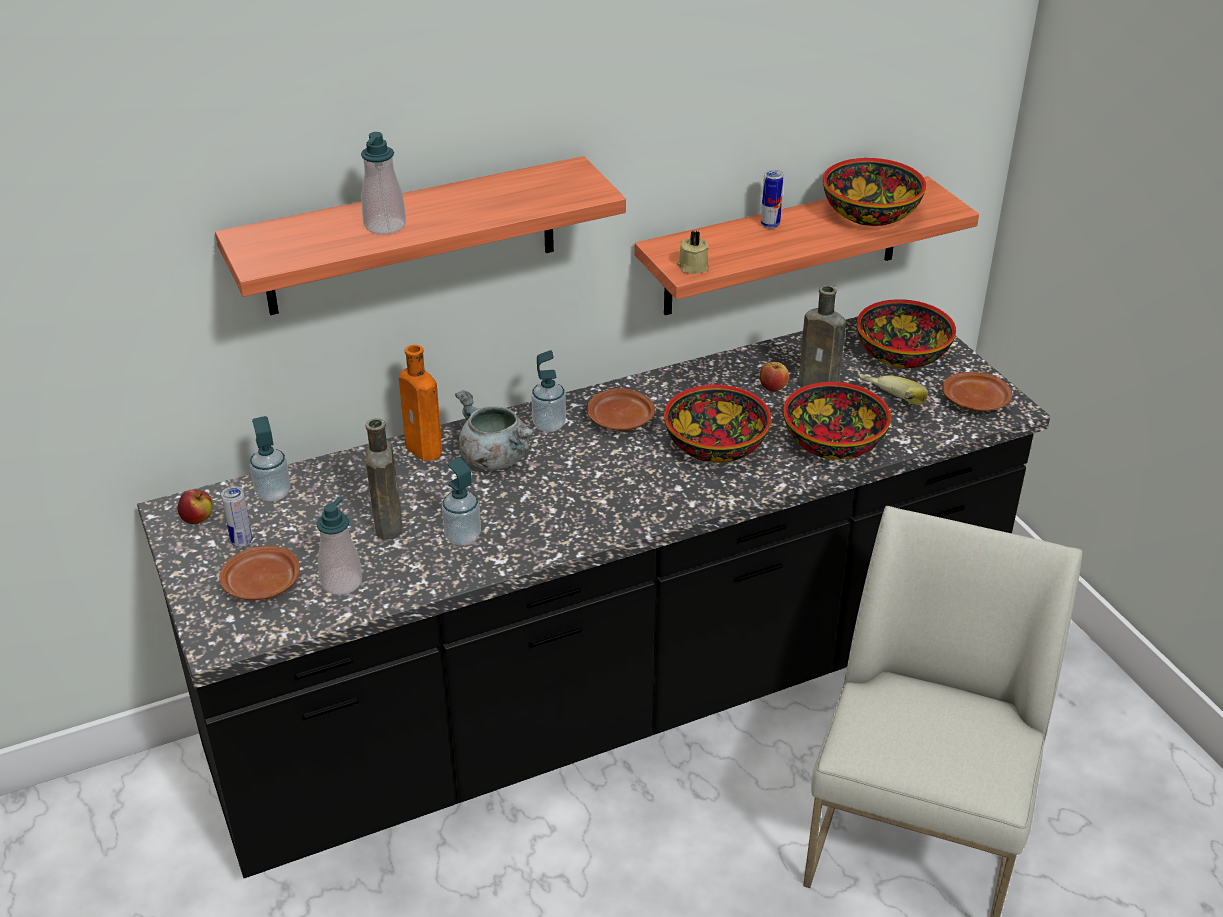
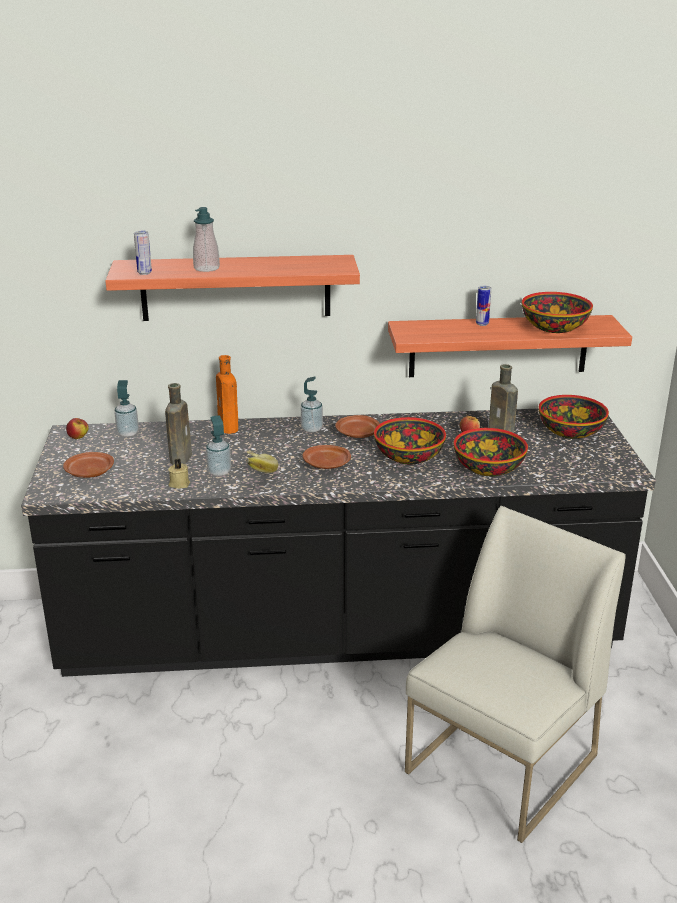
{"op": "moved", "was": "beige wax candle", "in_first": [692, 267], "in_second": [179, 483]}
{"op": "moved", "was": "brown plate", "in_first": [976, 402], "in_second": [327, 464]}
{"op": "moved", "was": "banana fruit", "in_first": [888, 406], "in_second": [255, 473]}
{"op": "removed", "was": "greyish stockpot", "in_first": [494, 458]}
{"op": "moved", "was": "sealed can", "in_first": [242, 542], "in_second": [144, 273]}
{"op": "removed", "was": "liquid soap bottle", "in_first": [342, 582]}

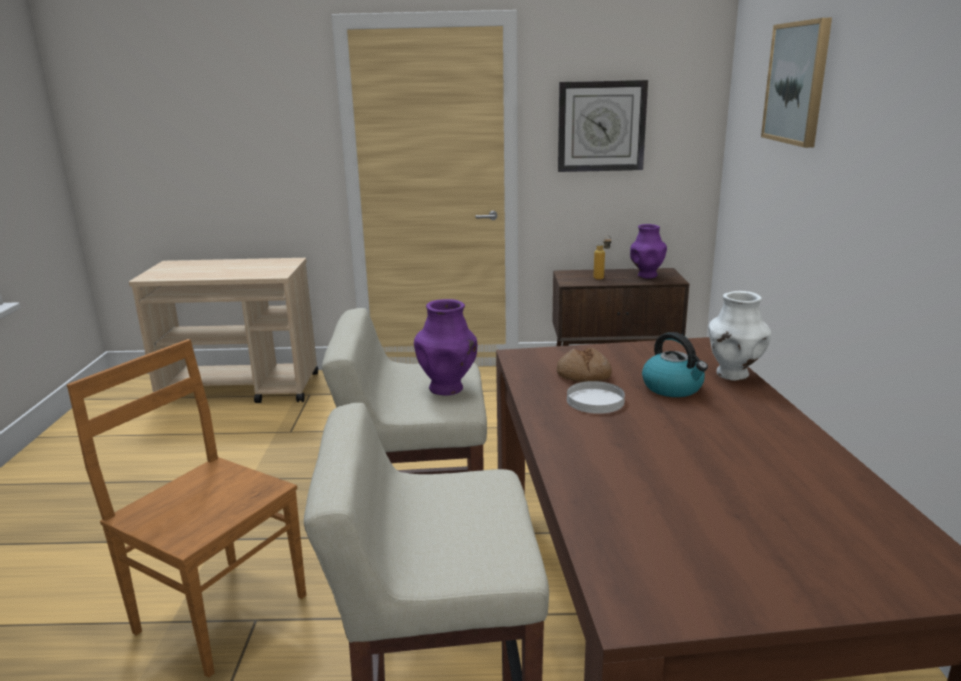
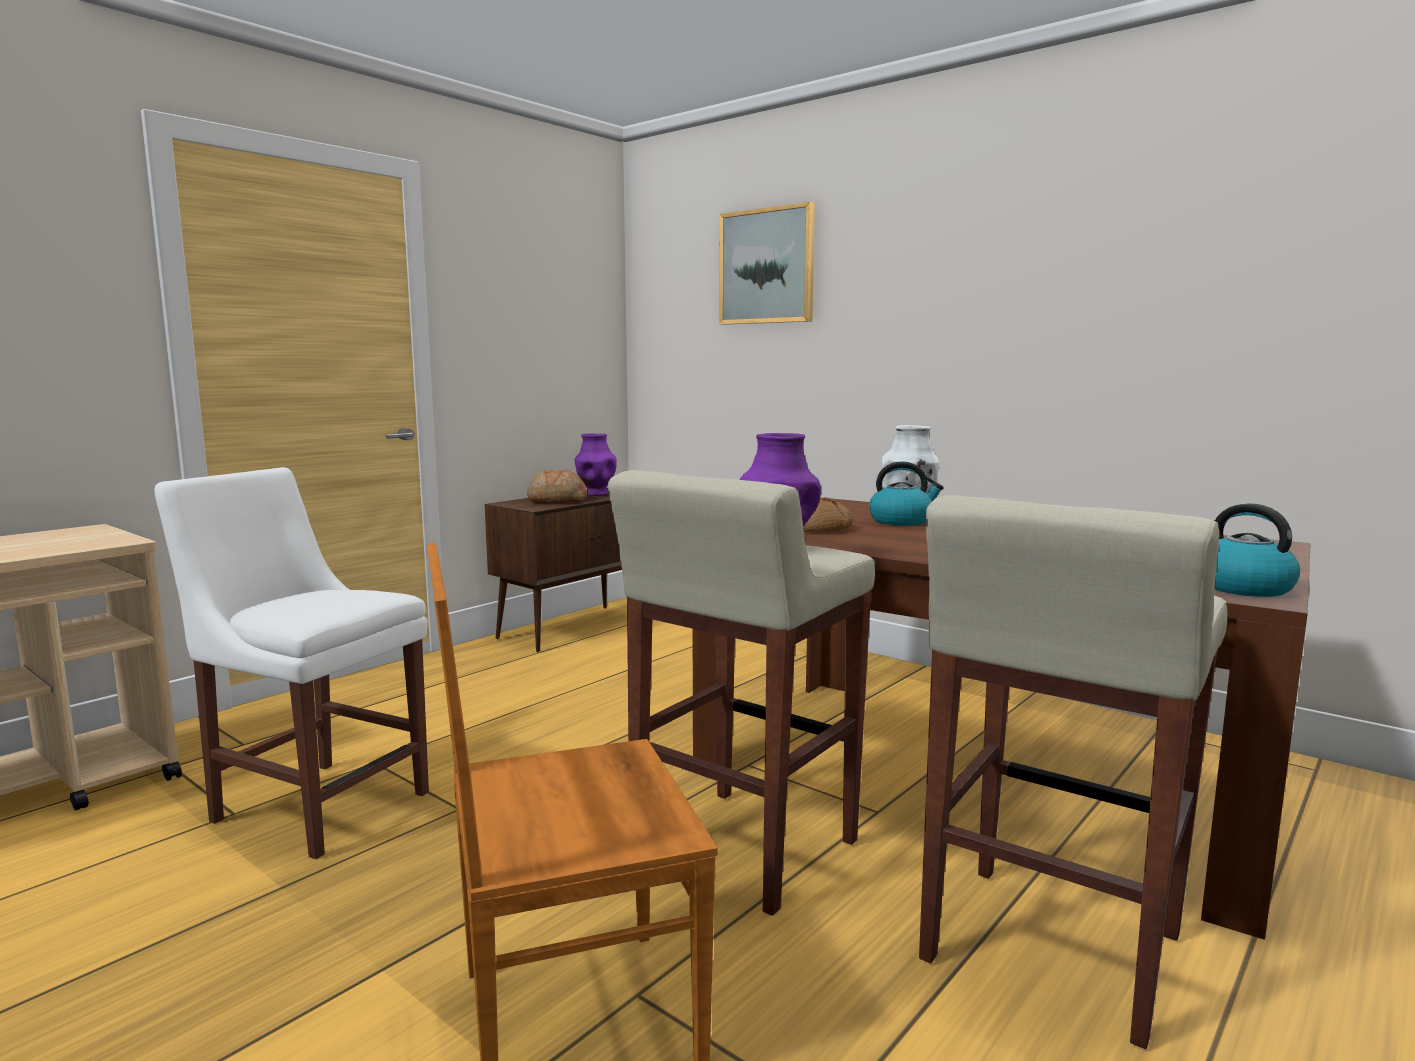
{"op": "removed", "was": "wall clock", "in_first": [601, 126]}
{"op": "replaced", "was": "beverage bottle", "now": "baked bread", "in_first": [602, 277], "in_second": [556, 501]}
{"op": "removed", "was": "white-coloured plate", "in_first": [595, 400]}
{"op": "added", "now": "white-coloured chair", "in_second": [315, 804]}
{"op": "added", "now": "tea kettle", "in_second": [1241, 587]}

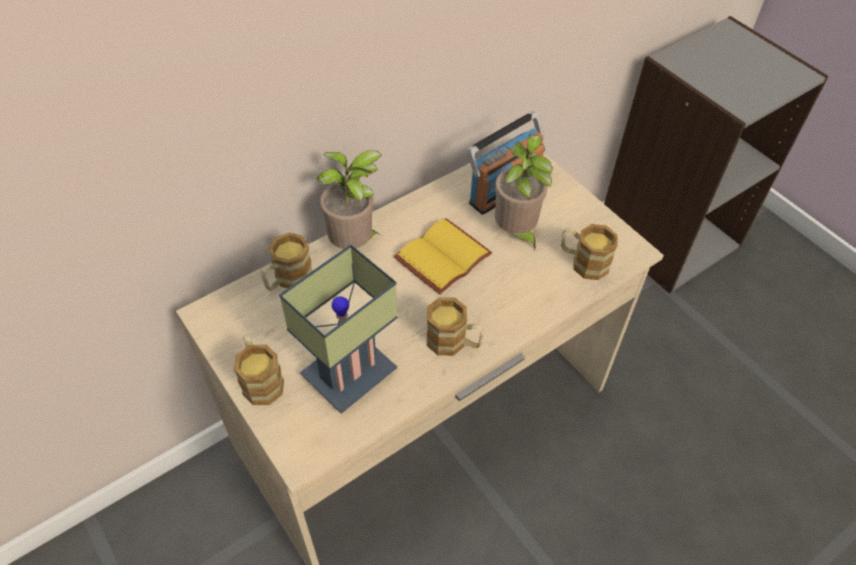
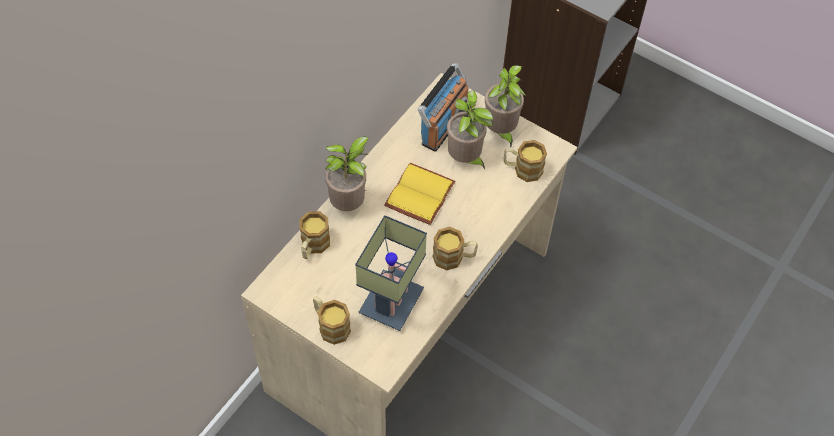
{"op": "added", "now": "houseplant", "in_second": [501, 131]}

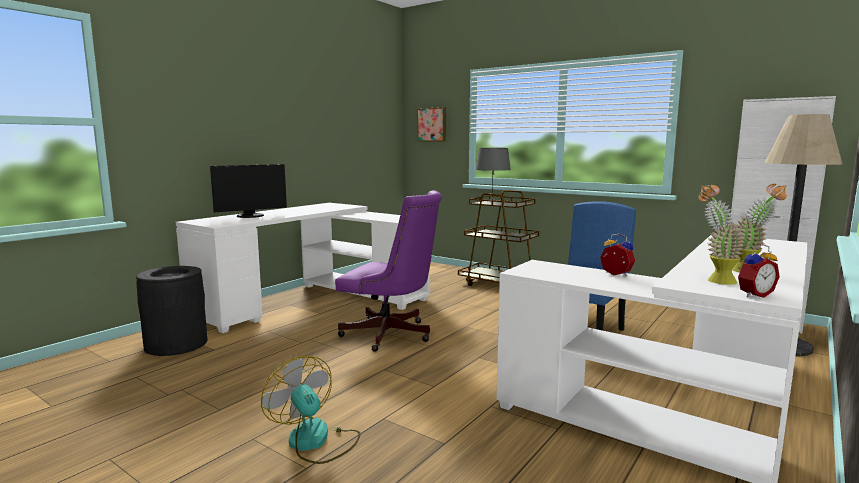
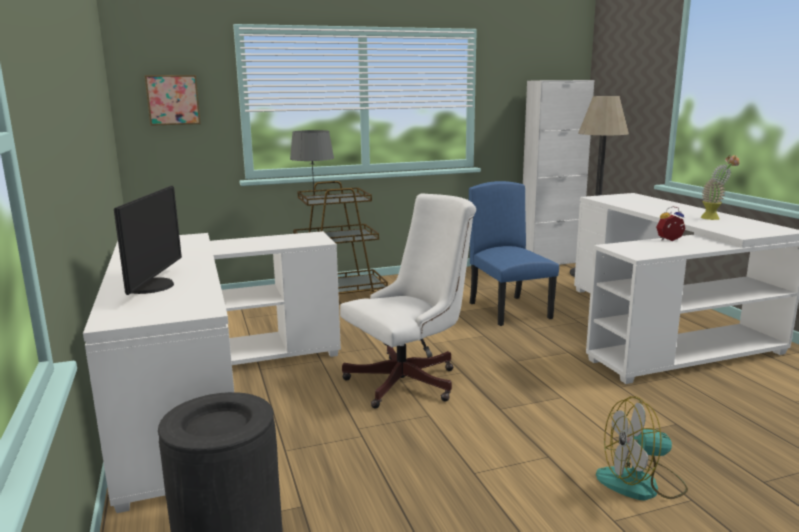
{"op": "removed", "was": "houseplant", "in_first": [714, 280]}
{"op": "recoloured", "was": "purple-coloured computer chair", "now": "white-coloured computer chair", "in_first": [392, 335], "in_second": [410, 381]}
{"op": "removed", "was": "table clock", "in_first": [753, 294]}

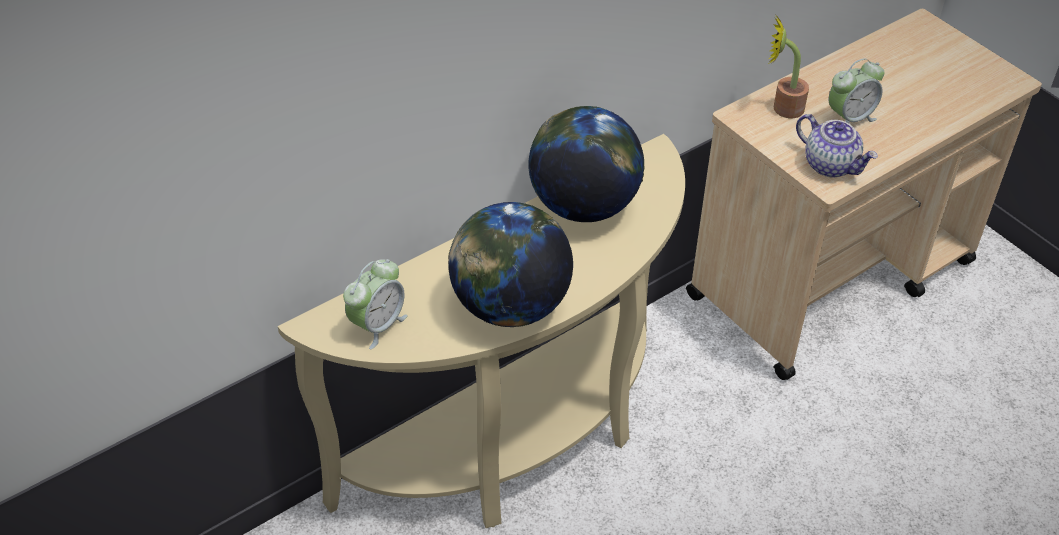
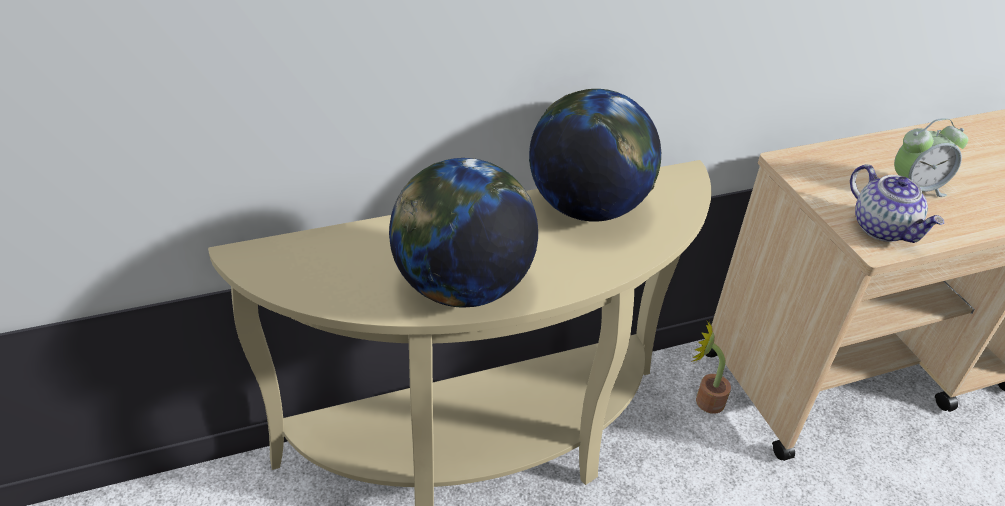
{"op": "moved", "was": "houseplant", "in_first": [781, 107], "in_second": [704, 399]}
{"op": "removed", "was": "table clock", "in_first": [377, 325]}

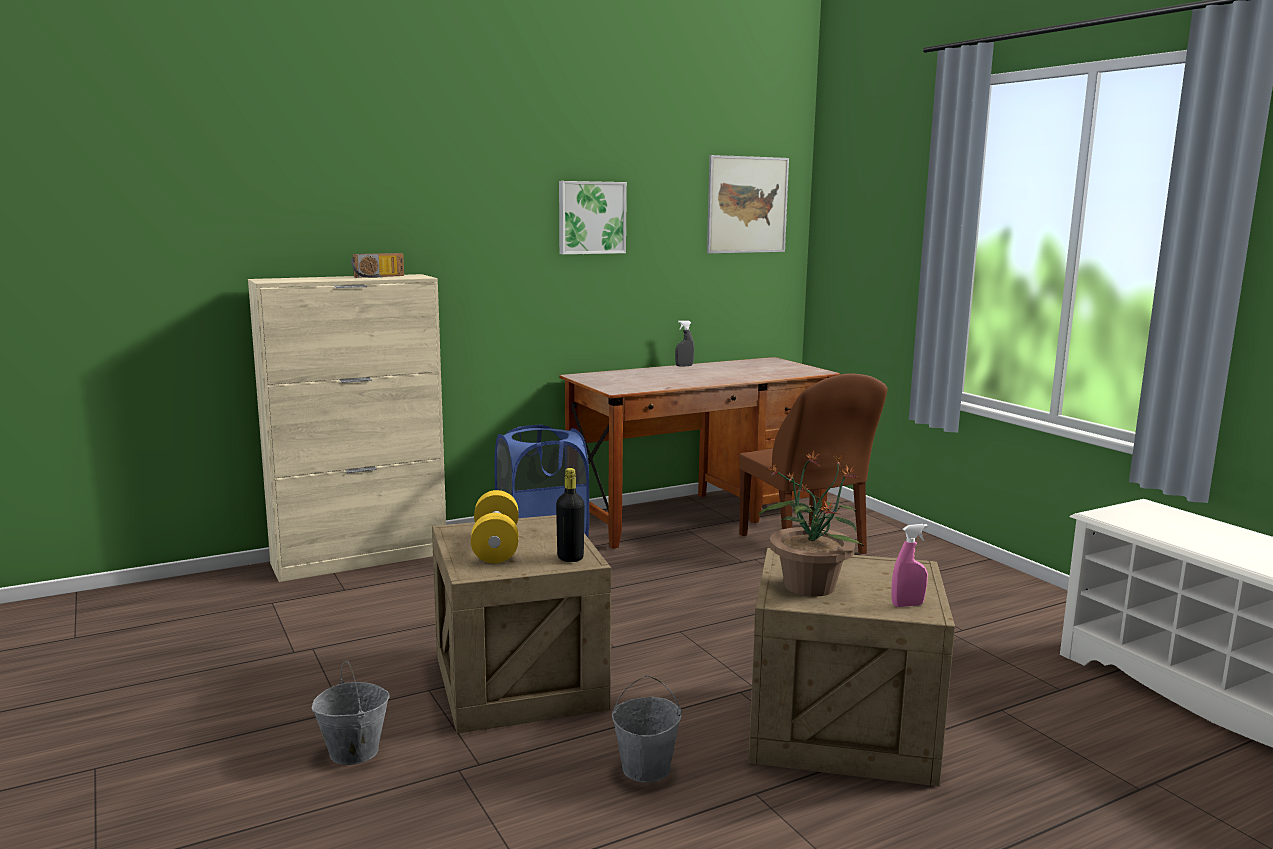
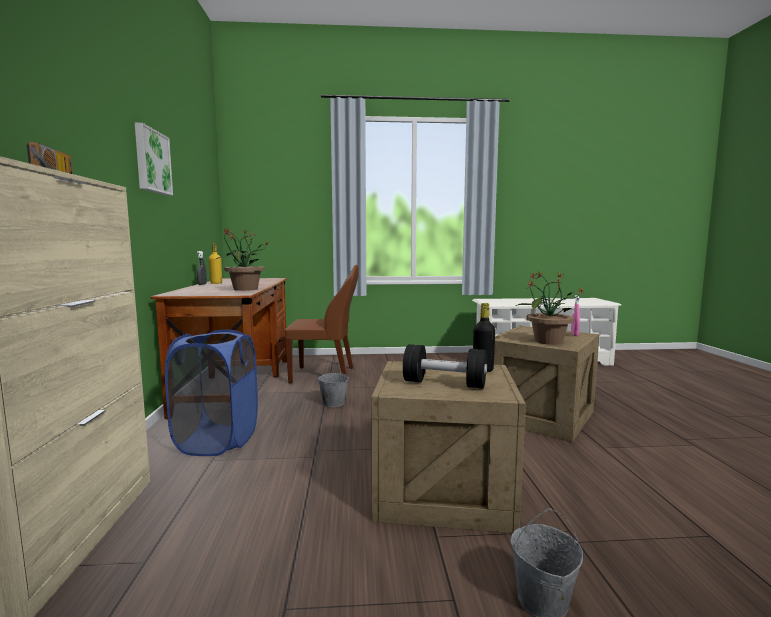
{"op": "removed", "was": "wall picture", "in_first": [747, 205]}
{"op": "recoloured", "was": "yellow-coloured hand weight", "now": "black hand weight", "in_first": [496, 546], "in_second": [444, 384]}
{"op": "moved", "was": "greyish water bucket", "in_first": [646, 768], "in_second": [333, 403]}
{"op": "added", "now": "houseplant", "in_second": [244, 289]}
{"op": "added", "now": "yellow-coloured beverage bottle", "in_second": [216, 283]}

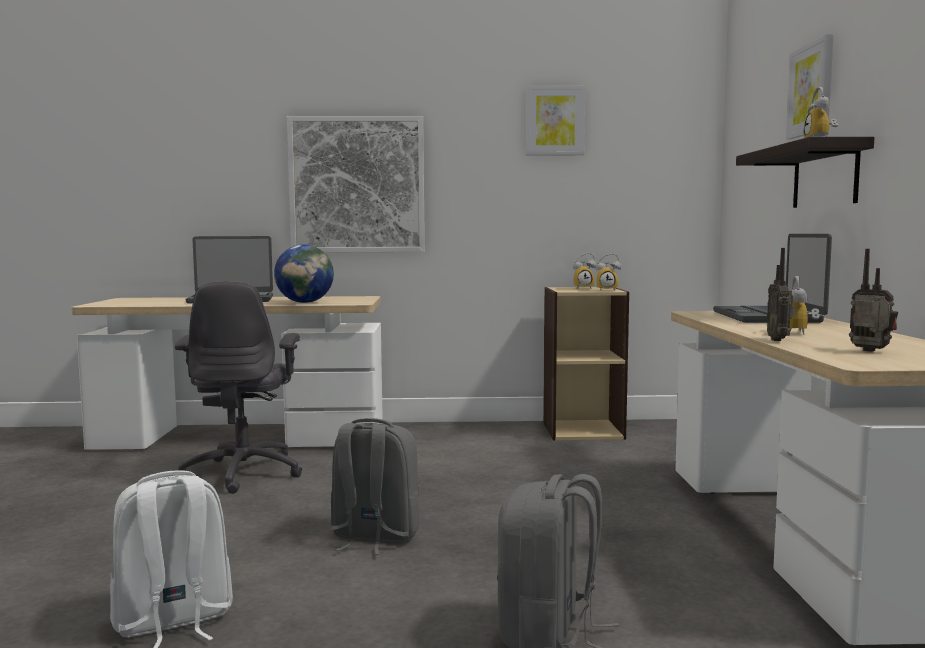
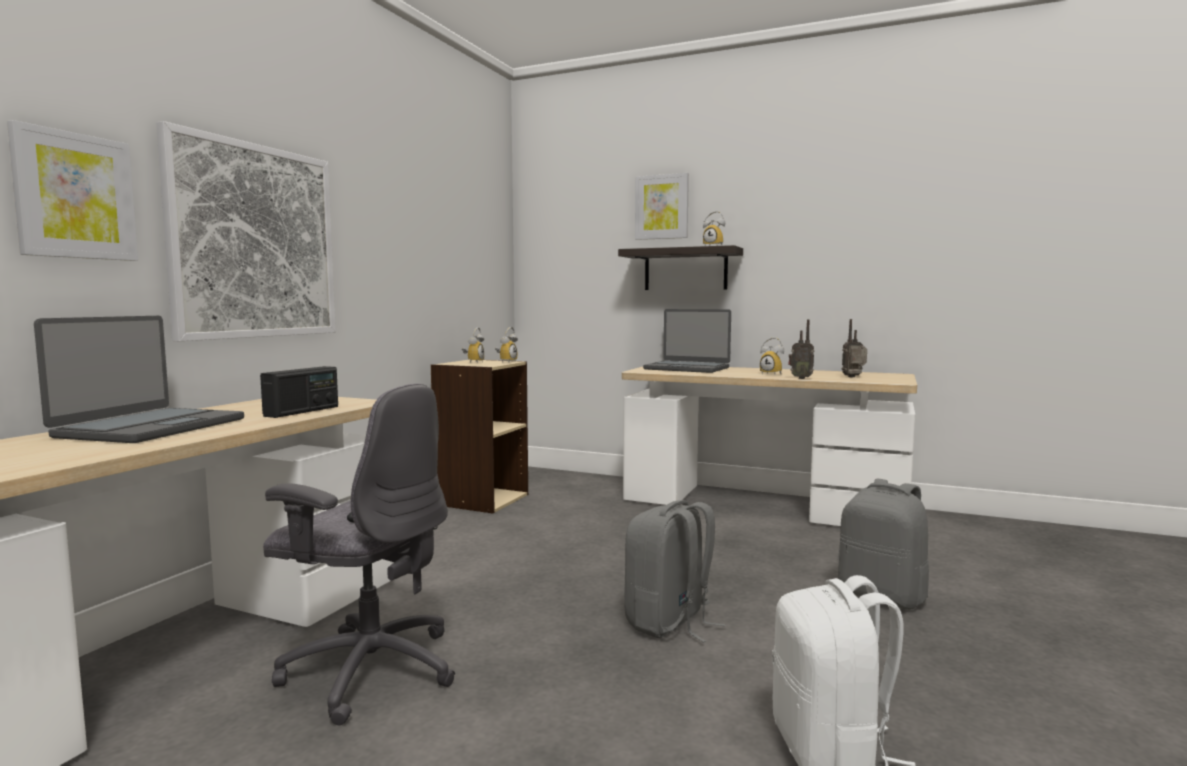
{"op": "moved", "was": "wall picture", "in_first": [554, 121], "in_second": [74, 196]}
{"op": "replaced", "was": "world globe", "now": "radio set", "in_first": [305, 302], "in_second": [302, 411]}

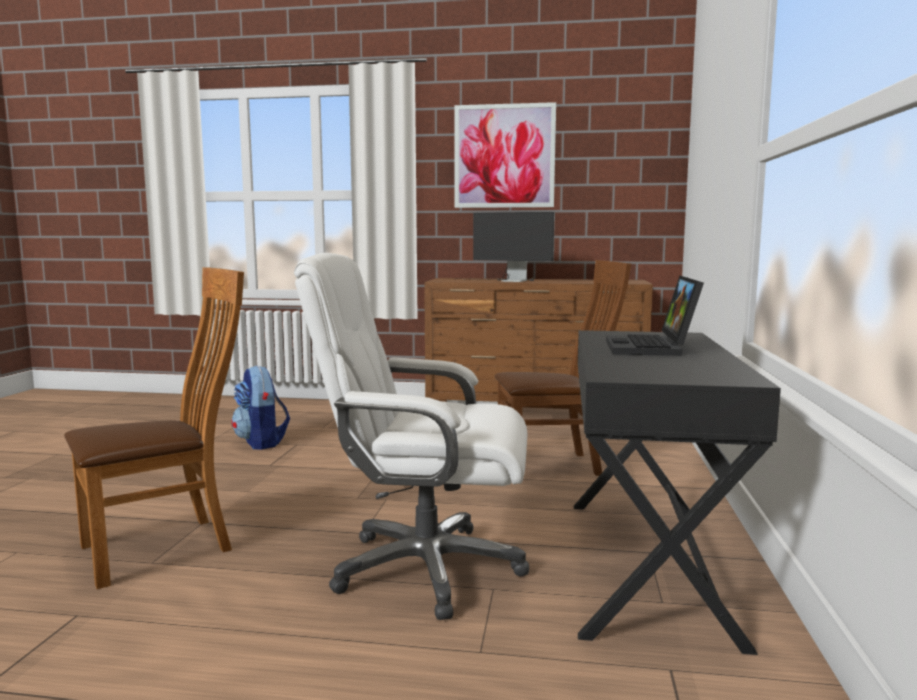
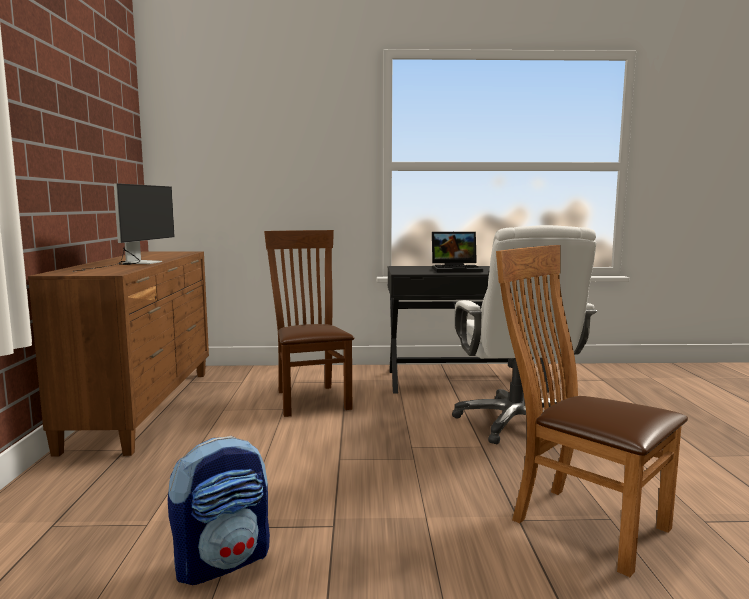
{"op": "removed", "was": "wall picture", "in_first": [504, 156]}

